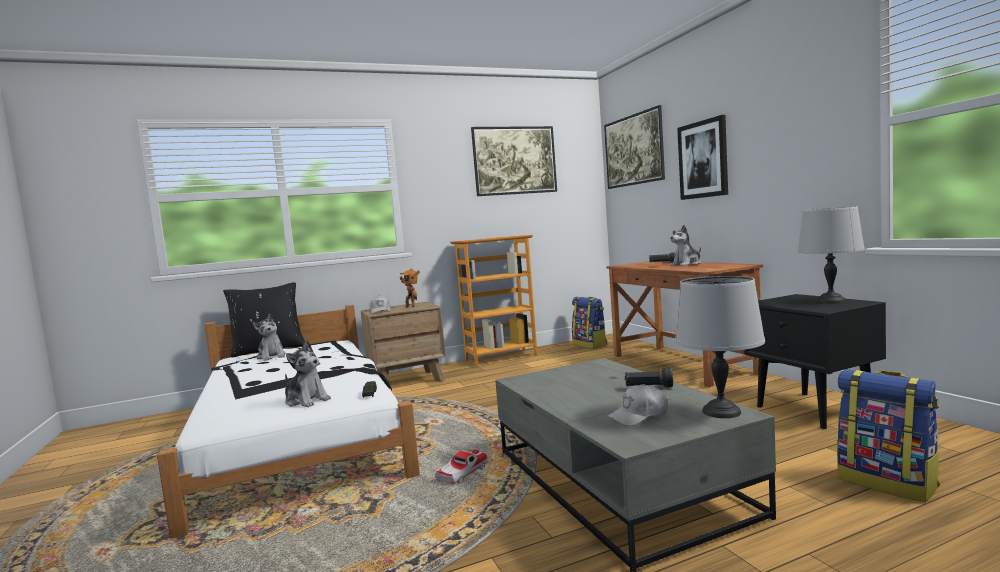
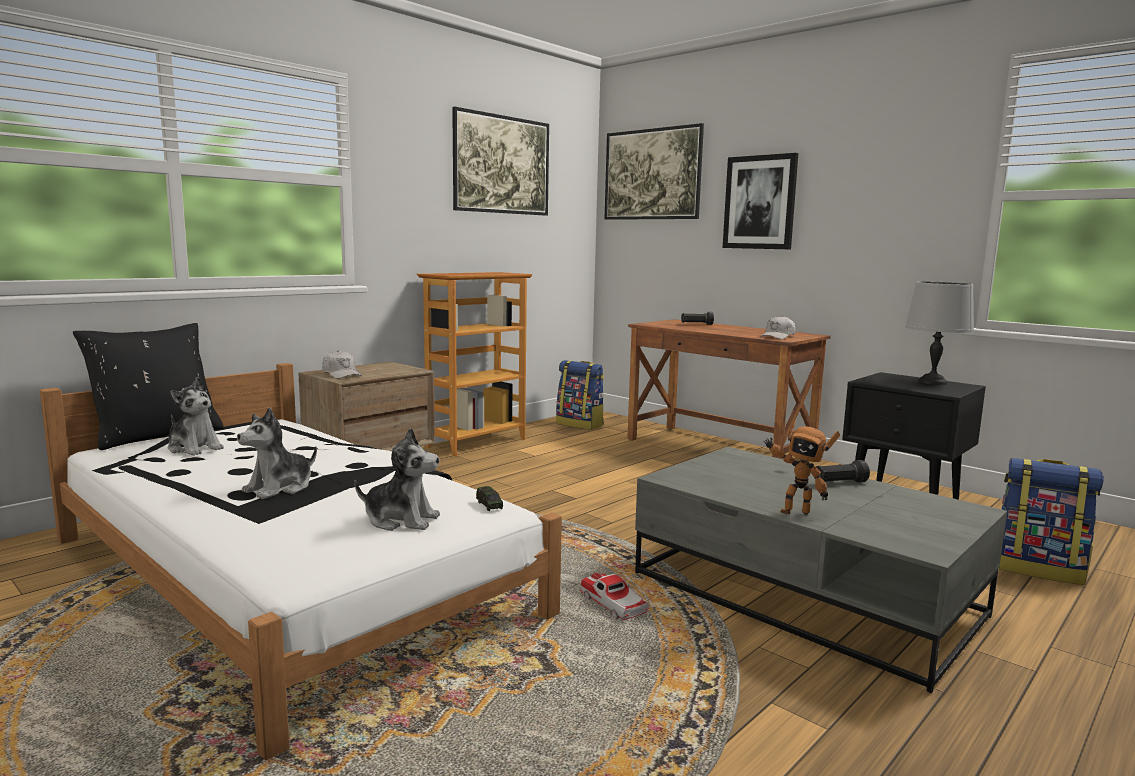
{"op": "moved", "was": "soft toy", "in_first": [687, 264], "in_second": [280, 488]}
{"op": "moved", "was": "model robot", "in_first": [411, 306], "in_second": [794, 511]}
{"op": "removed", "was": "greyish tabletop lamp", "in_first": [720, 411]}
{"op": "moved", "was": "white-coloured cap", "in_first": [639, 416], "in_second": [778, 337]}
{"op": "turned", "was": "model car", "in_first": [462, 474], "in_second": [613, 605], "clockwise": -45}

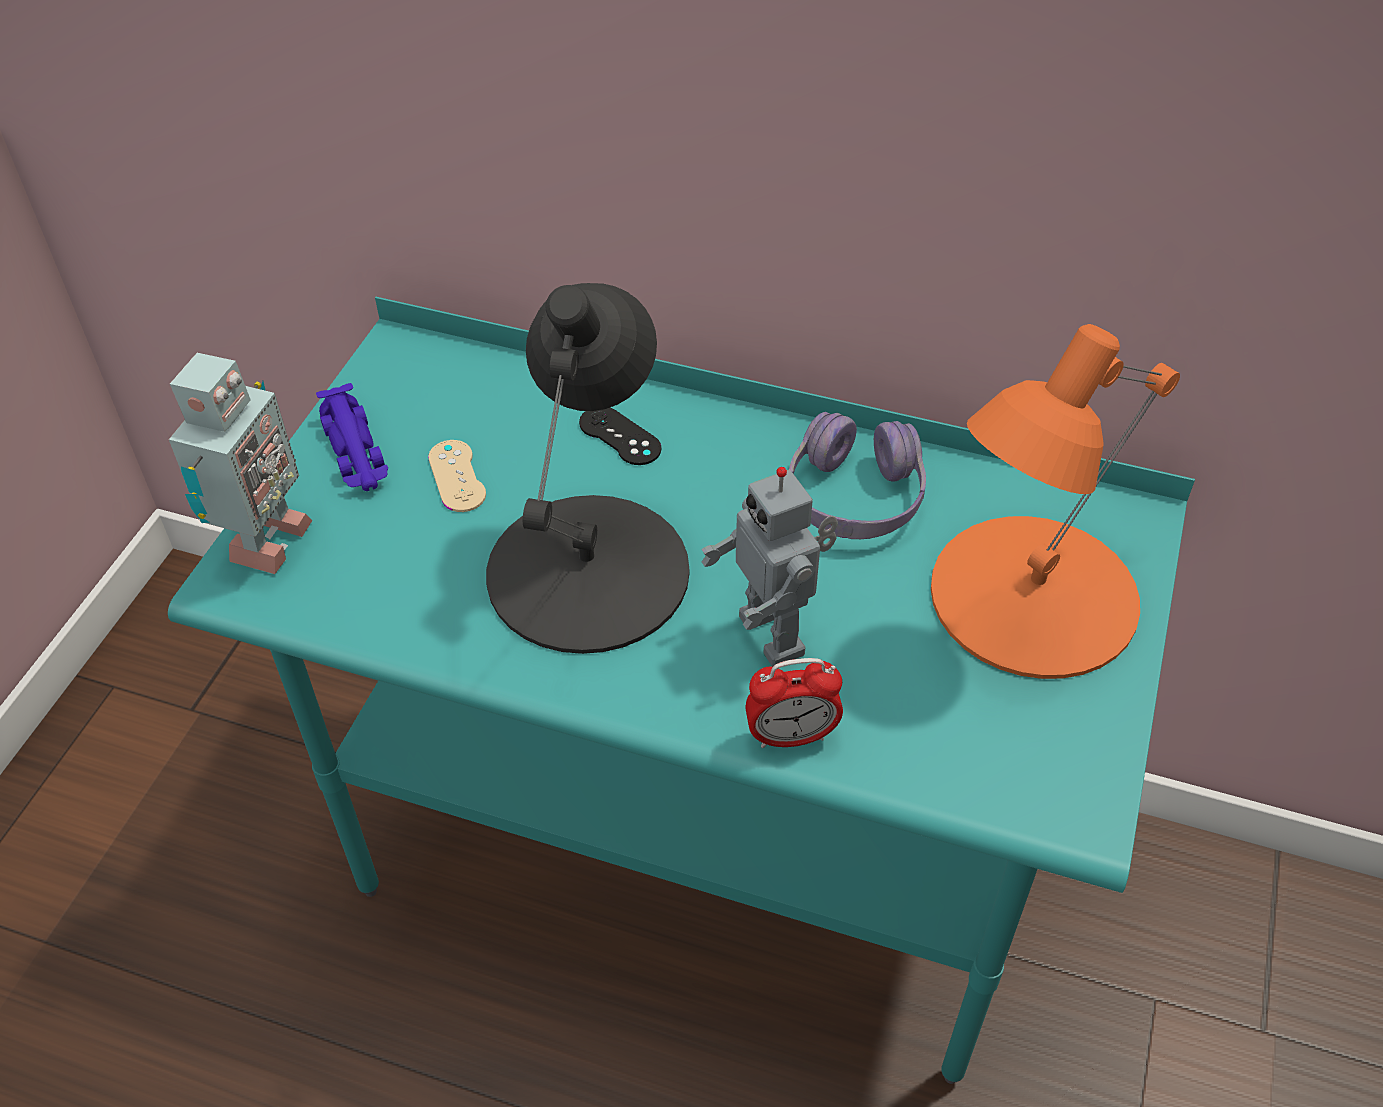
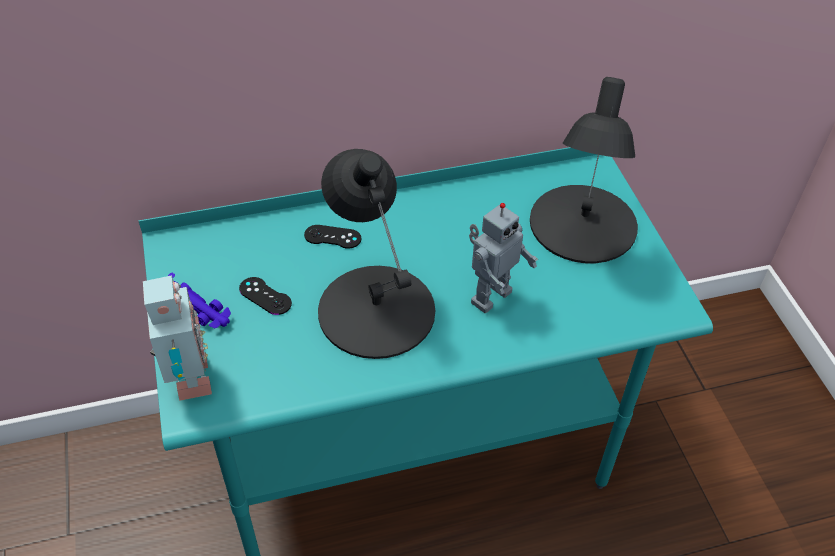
{"op": "recoloured", "was": "orange-coloured tabletop lamp", "now": "black tabletop lamp", "in_first": [1030, 596], "in_second": [582, 225]}
{"op": "removed", "was": "purple-coloured pair of headphones", "in_first": [854, 497]}
{"op": "recoloured", "was": "beige joypad", "now": "black joypad", "in_first": [457, 476], "in_second": [265, 296]}
{"op": "turned", "was": "model robot", "in_first": [775, 634], "in_second": [489, 296], "clockwise": -75}
{"op": "removed", "was": "table clock", "in_first": [791, 736]}

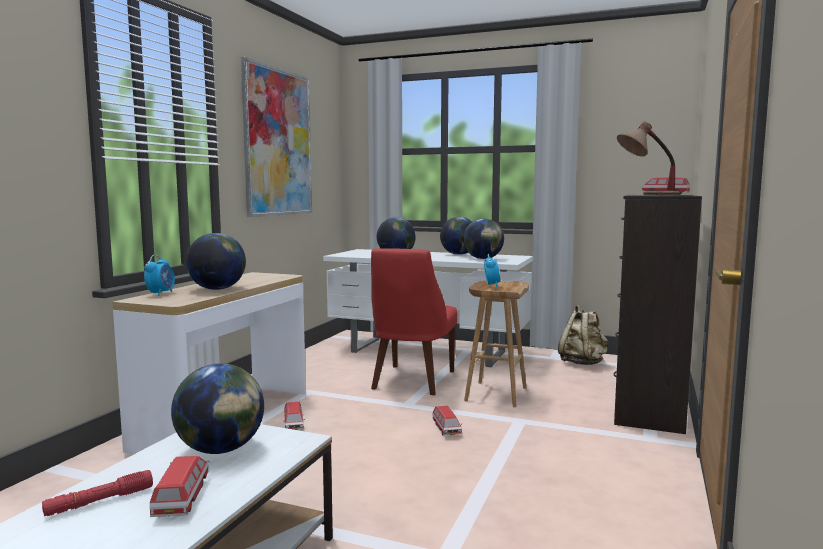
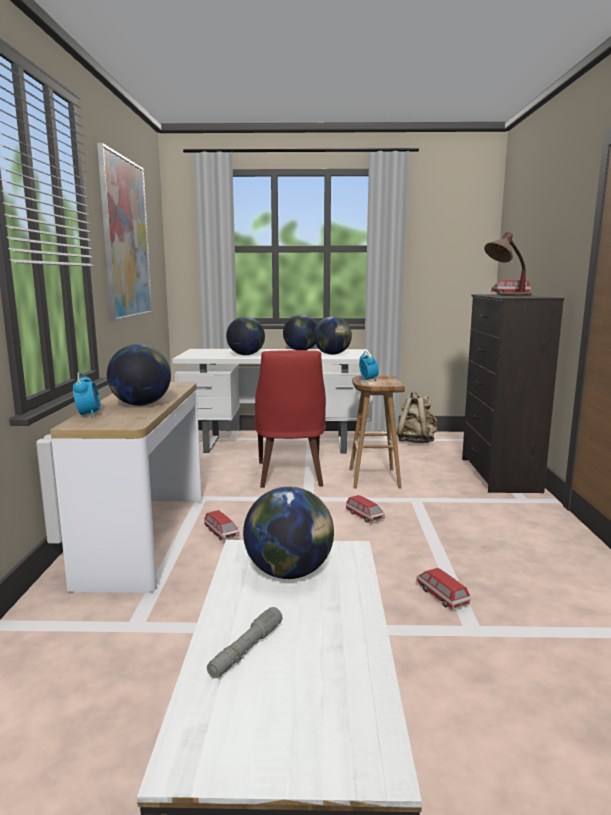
{"op": "moved", "was": "model car", "in_first": [182, 499], "in_second": [442, 596]}
{"op": "recoloured", "was": "red torch", "now": "greyish torch", "in_first": [99, 502], "in_second": [246, 650]}

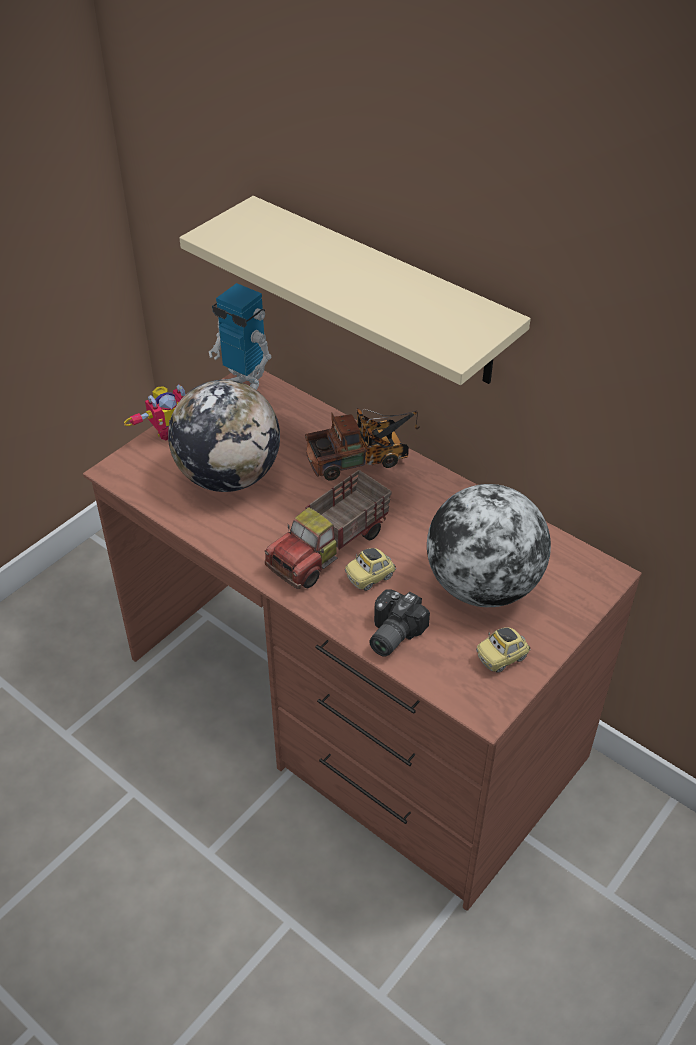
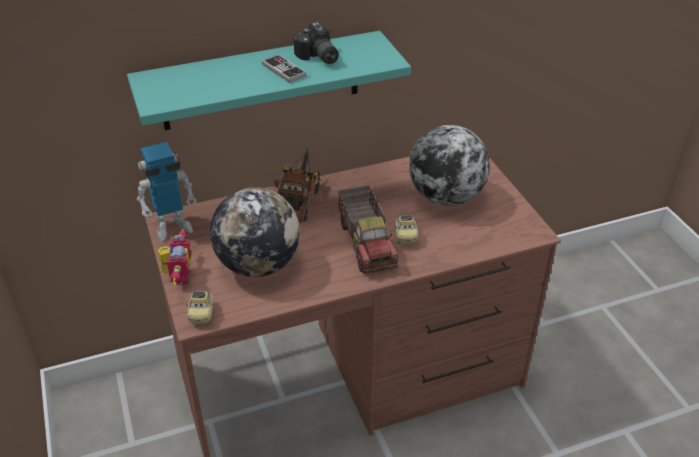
{"op": "recoloured", "was": "beige wall shelf", "now": "blue-green wall shelf", "in_first": [381, 291], "in_second": [261, 81]}
{"op": "moved", "was": "photo camera", "in_first": [390, 633], "in_second": [317, 57]}
{"op": "moved", "was": "model car", "in_first": [502, 658], "in_second": [202, 314]}
{"op": "added", "now": "joypad", "in_second": [283, 70]}

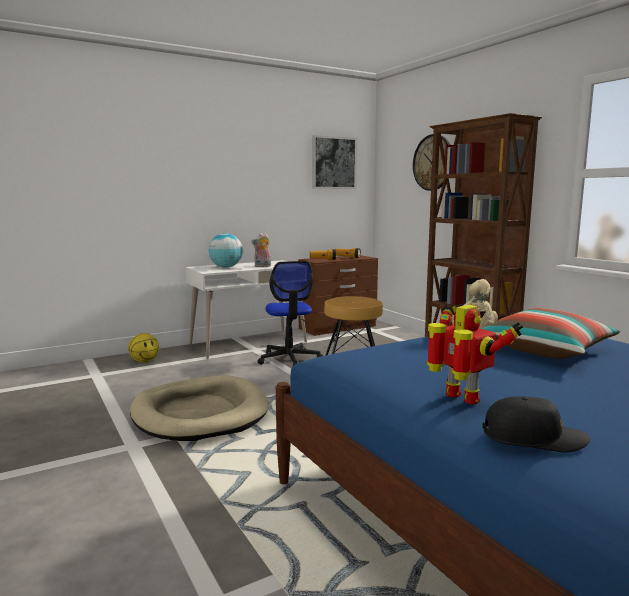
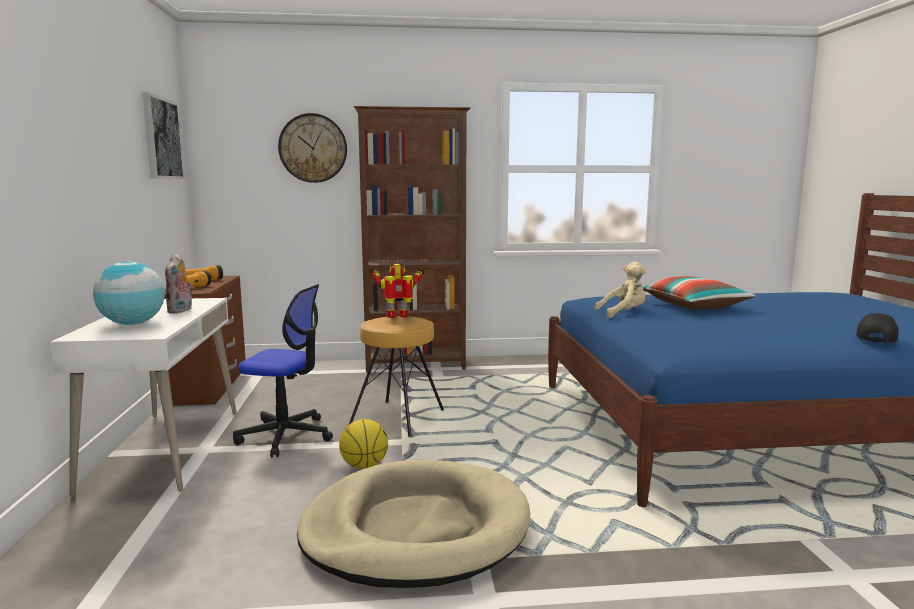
{"op": "moved", "was": "model robot", "in_first": [461, 399], "in_second": [398, 317]}
{"op": "moved", "was": "basketball", "in_first": [145, 361], "in_second": [364, 466]}

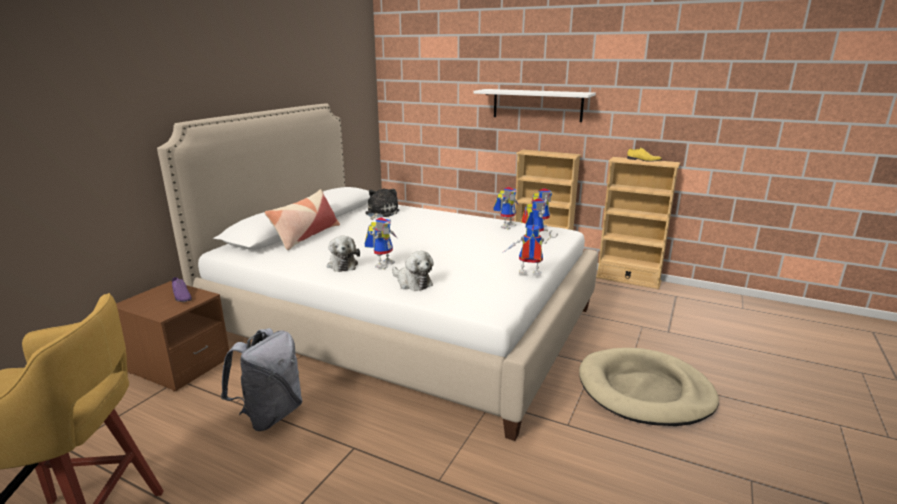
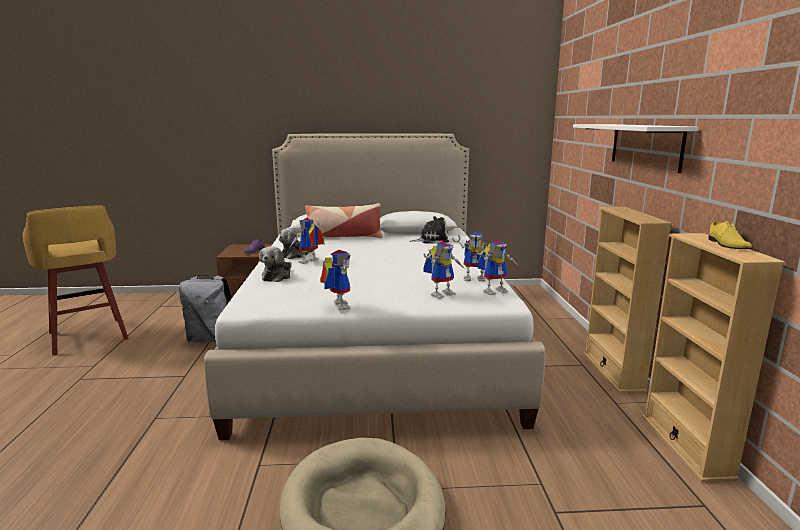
{"op": "turned", "was": "model robot", "in_first": [383, 263], "in_second": [309, 262], "clockwise": 135}

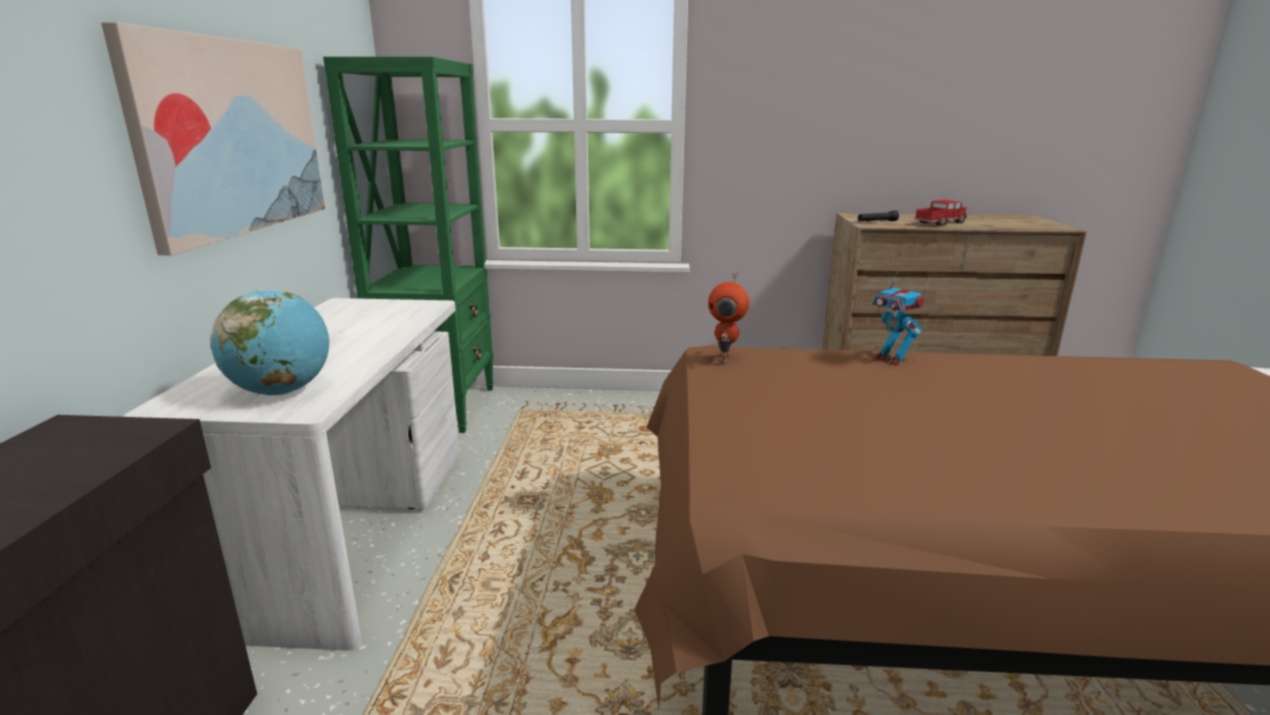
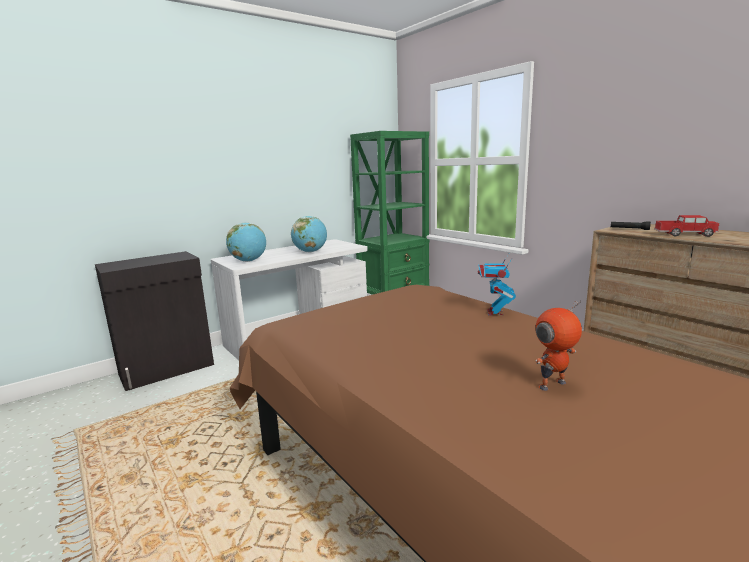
{"op": "removed", "was": "wall picture", "in_first": [231, 137]}
{"op": "moved", "was": "model robot", "in_first": [725, 359], "in_second": [553, 386]}
{"op": "added", "now": "world globe", "in_second": [310, 252]}

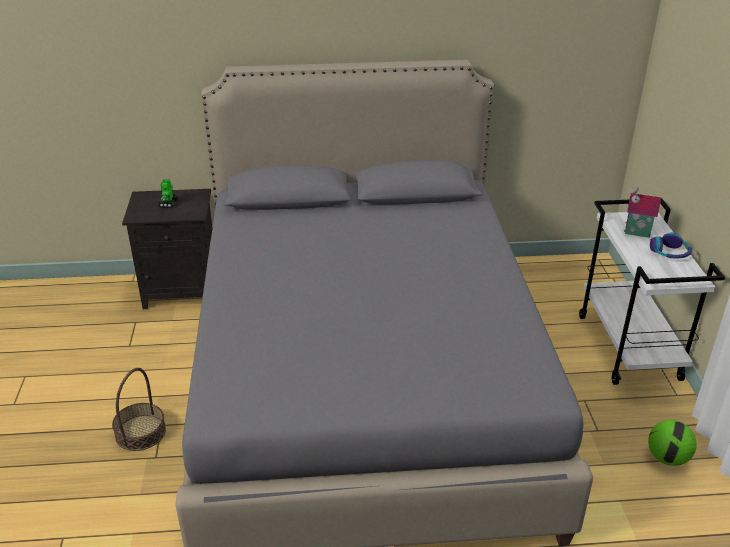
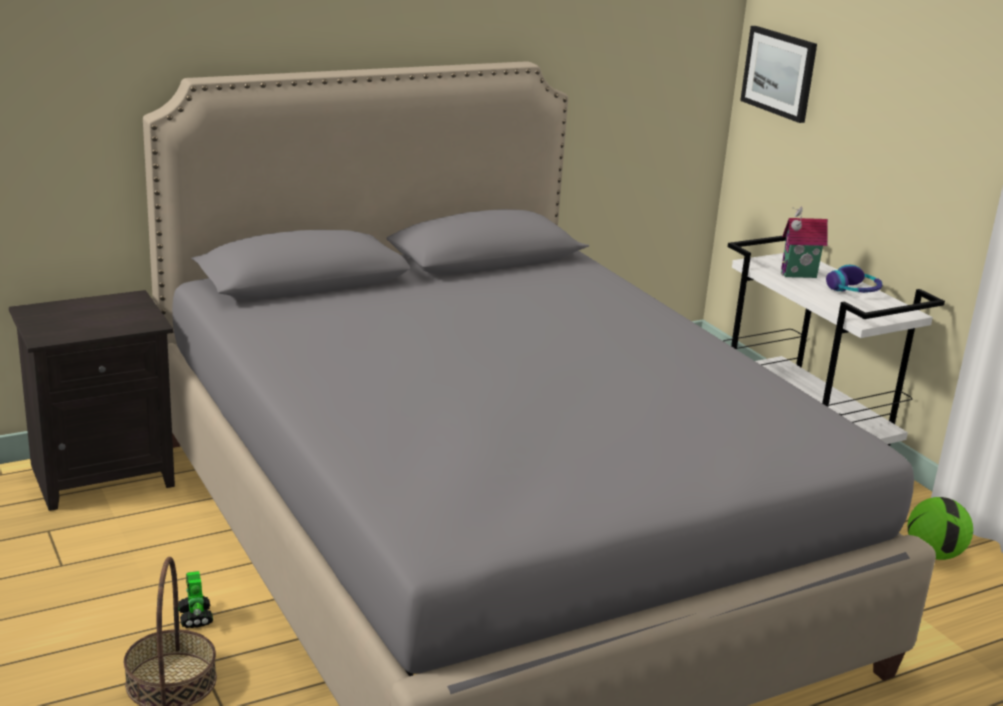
{"op": "moved", "was": "model robot", "in_first": [168, 204], "in_second": [195, 617]}
{"op": "added", "now": "wall picture", "in_second": [779, 73]}

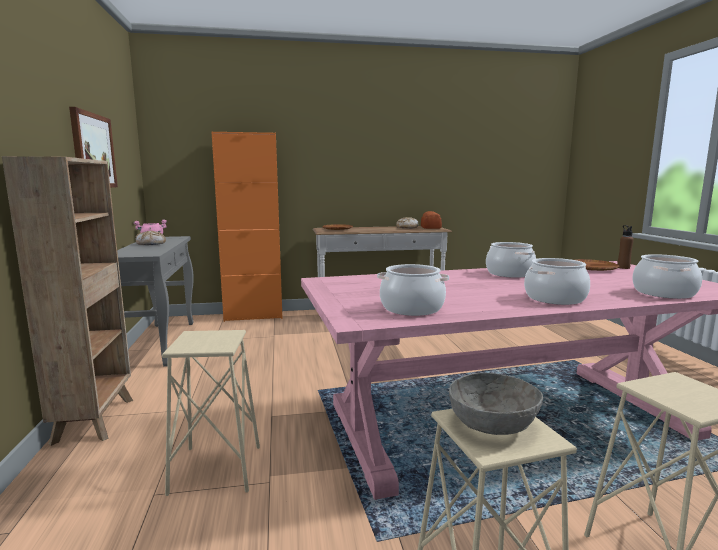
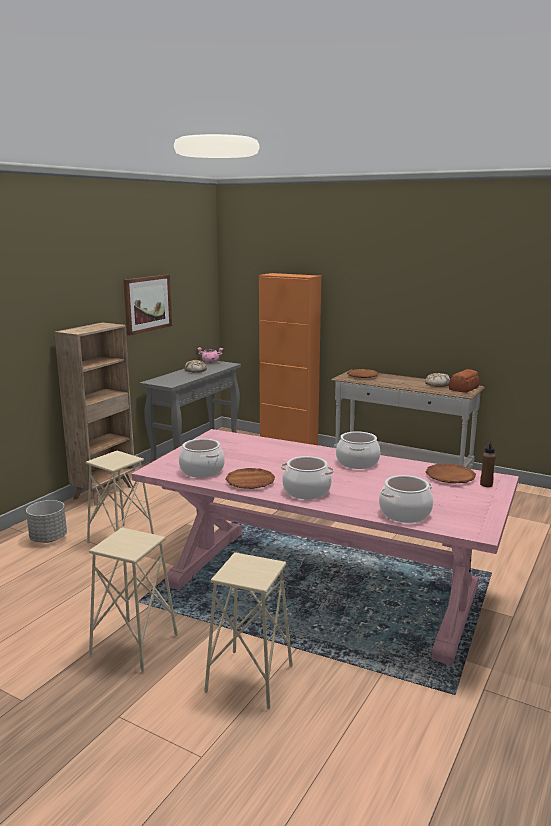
{"op": "removed", "was": "greyish deep dish", "in_first": [492, 423]}
{"op": "added", "now": "brown plate", "in_second": [250, 482]}
{"op": "added", "now": "greyish plant pot", "in_second": [48, 538]}

